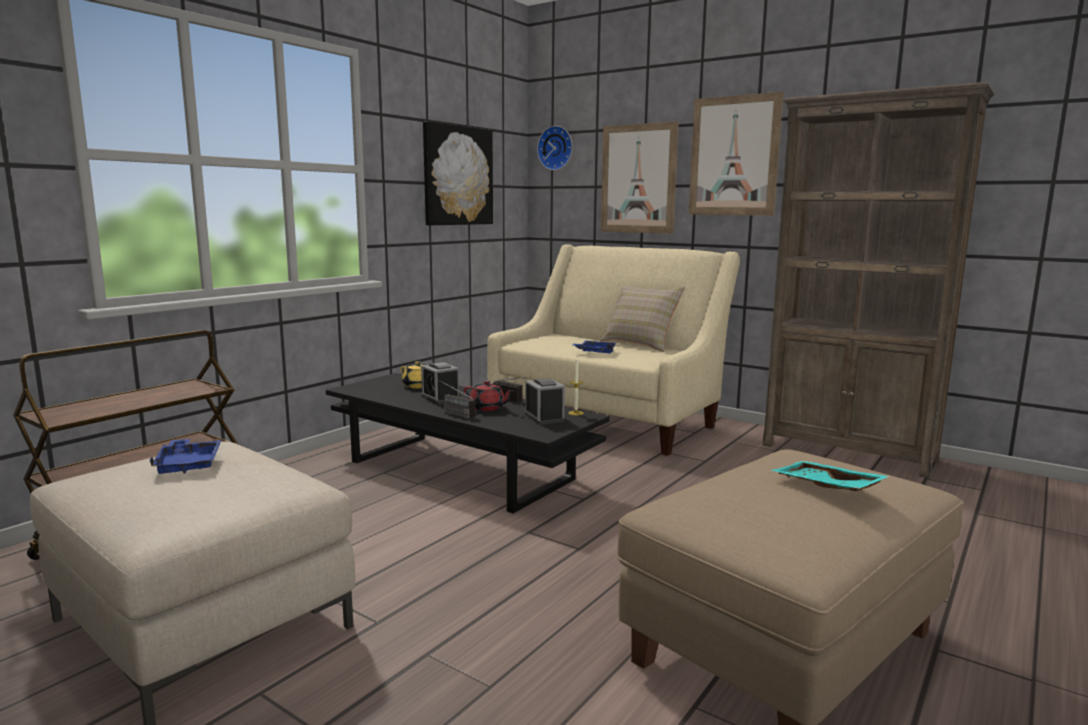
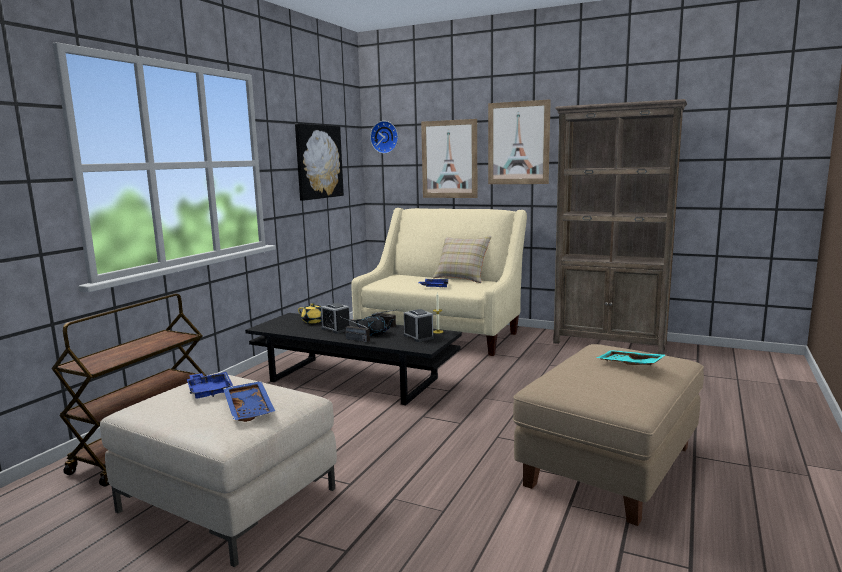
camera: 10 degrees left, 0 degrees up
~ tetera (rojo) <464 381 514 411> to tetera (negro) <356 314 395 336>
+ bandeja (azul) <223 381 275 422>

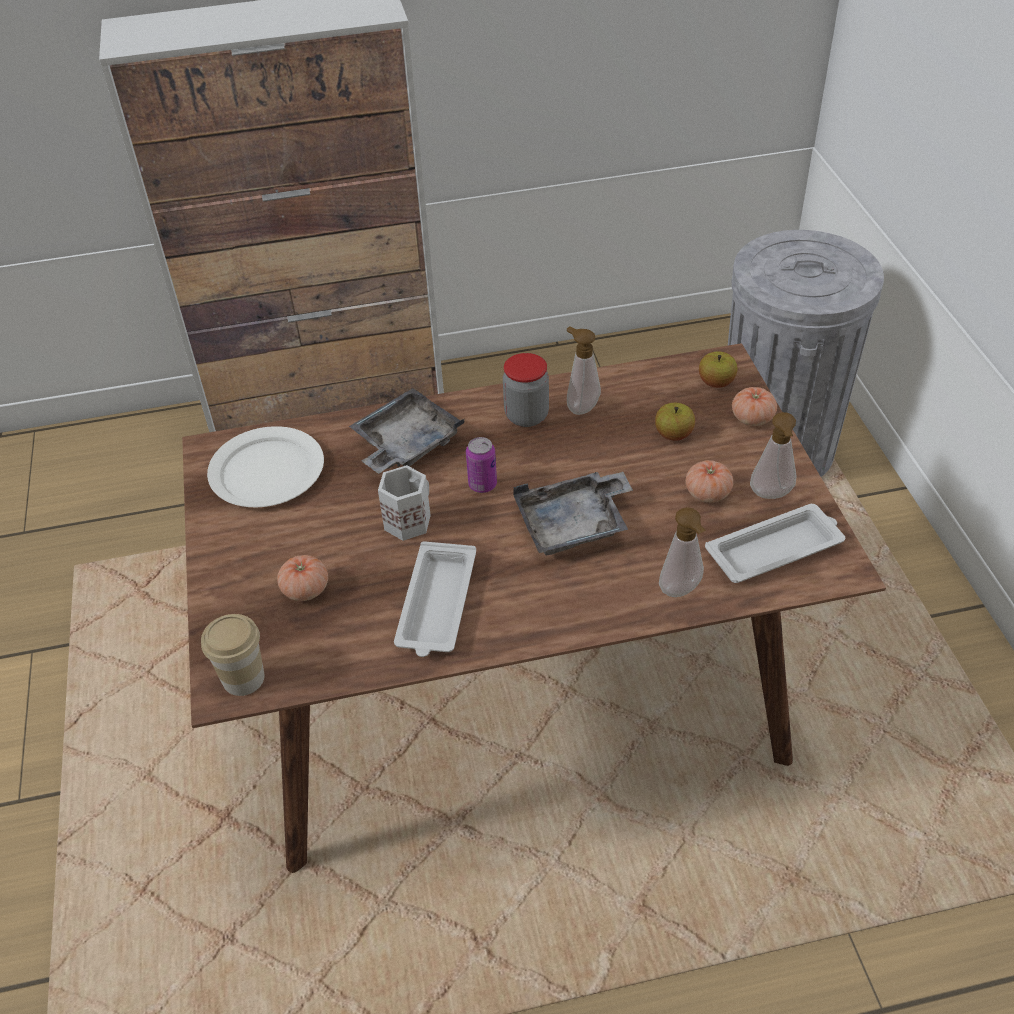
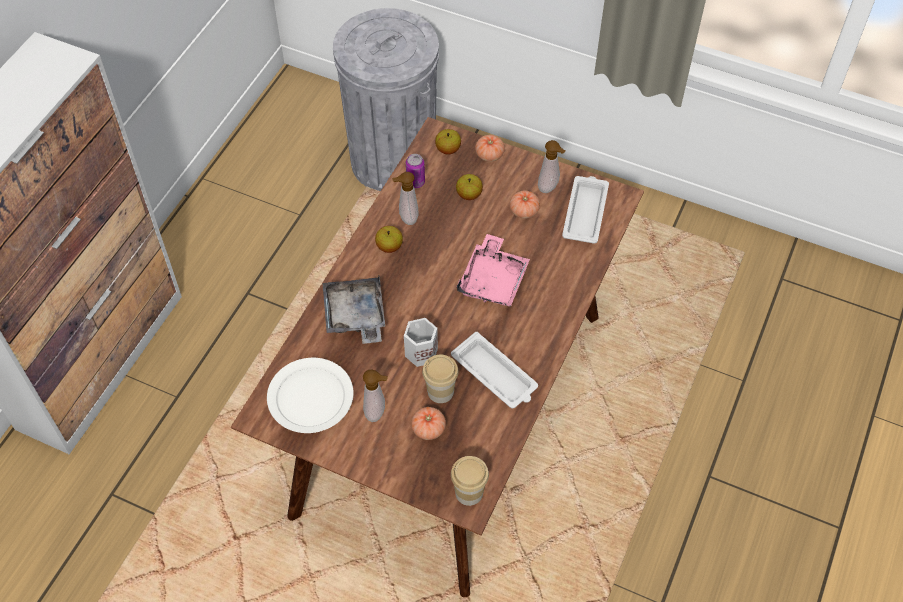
camera: 55 degrees left, 10 degrees up
~ lata <466 437 497 493> to <406 154 425 188>
~ tarro <503 353 549 427> to manzana <375 226 403 253>
~ bandeja (gris) <513 472 633 555> to bandeja (rosa) <457 234 530 307>
~ dispensador de jabón <659 507 706 597> to <363 369 388 422>
+ taza <422 355 459 403>

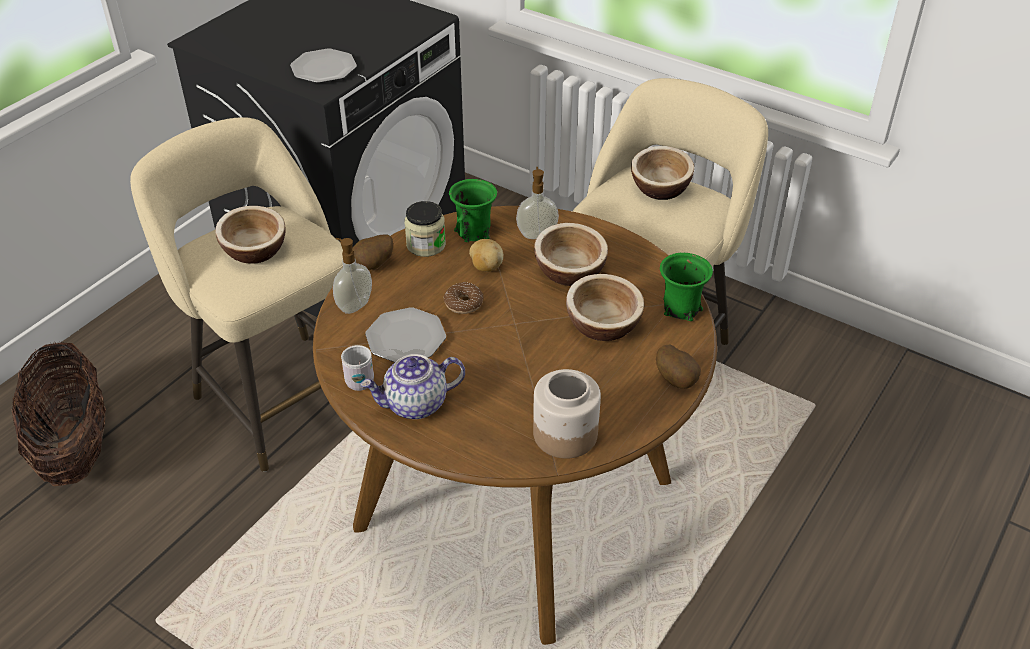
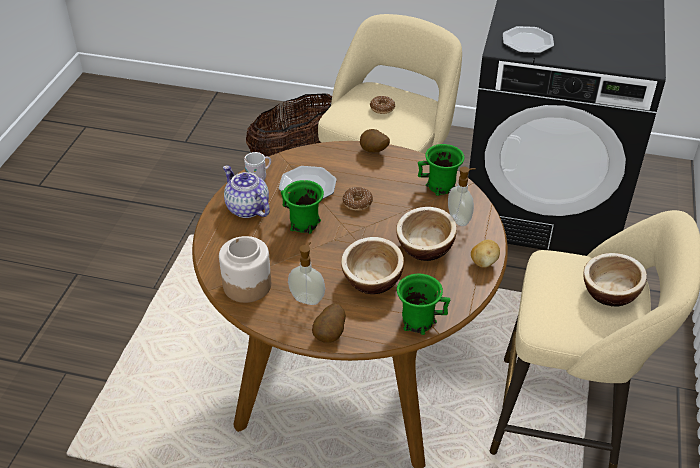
camera: 70 degrees right, 0 degrees up
~ cuenco <215 206 286 264> to rosquilla <370 96 395 114>
~ dispensador de jabón <333 238 372 314> to <288 242 325 305>
- tarro <404 201 446 257>
~ patata <469 239 503 272> to <471 240 500 268>
+ taza grande (verde) <281 180 324 234>

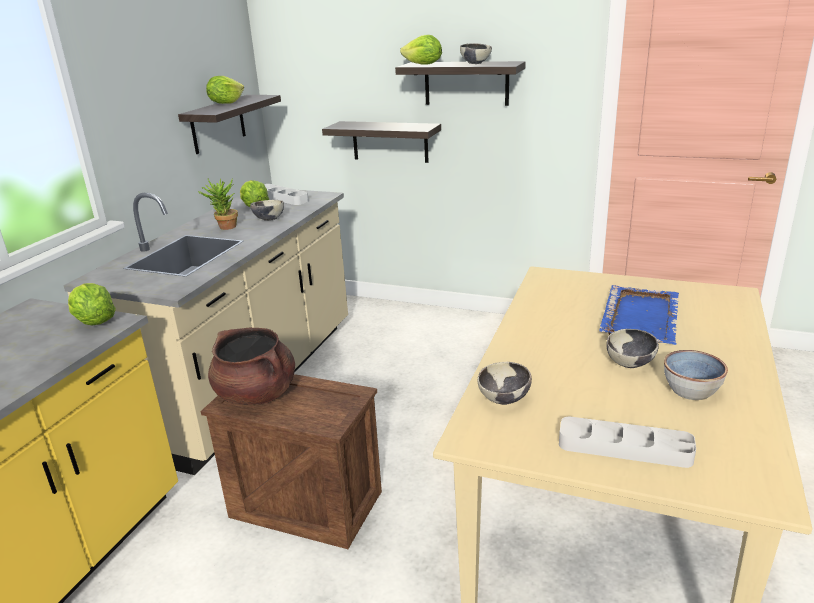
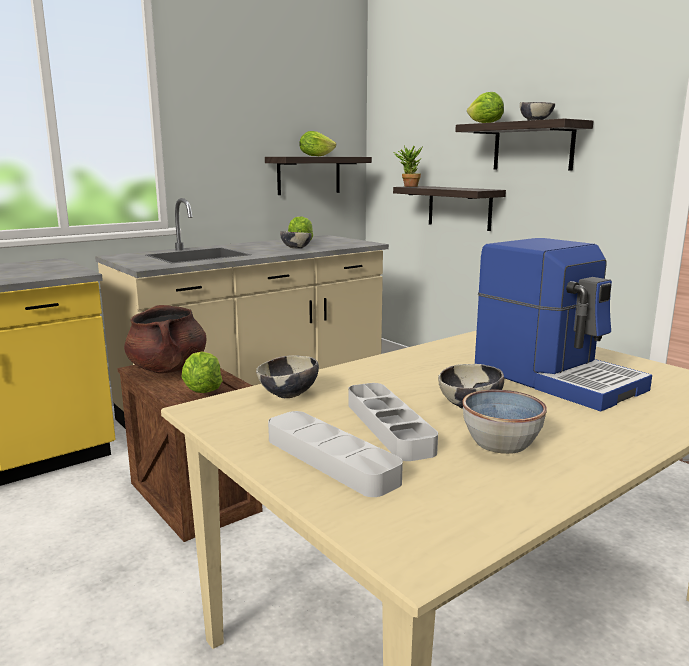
camera: 30 degrees right, 10 degrees down
~ lechuga <68 283 116 326> to <182 351 222 393>
~ planta en maceta <198 178 238 230> to <393 145 423 187>
~ bandeja (gris) <264 184 309 205> to <348 383 438 461>
~ bandeja (azul) <599 285 679 345> to cafetera <475 238 652 411>

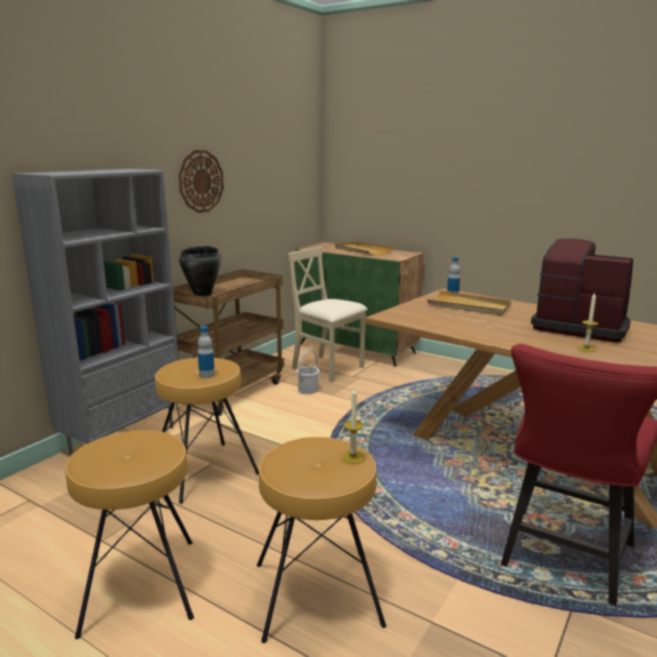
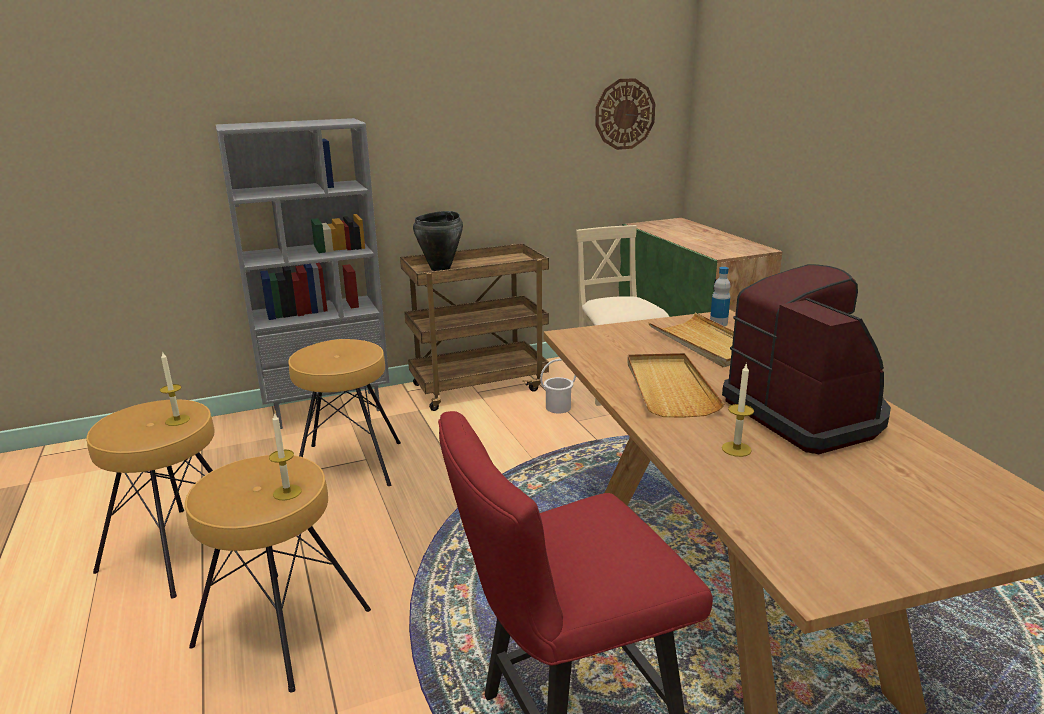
camera: 35 degrees right, 5 degrees up
~ reloj de pared <179 150 224 213> to <595 78 655 150>
- botella <198 326 215 378>
~ bandeja (beis) <335 242 393 256> to <627 353 724 418>
+ vela <160 351 190 426>

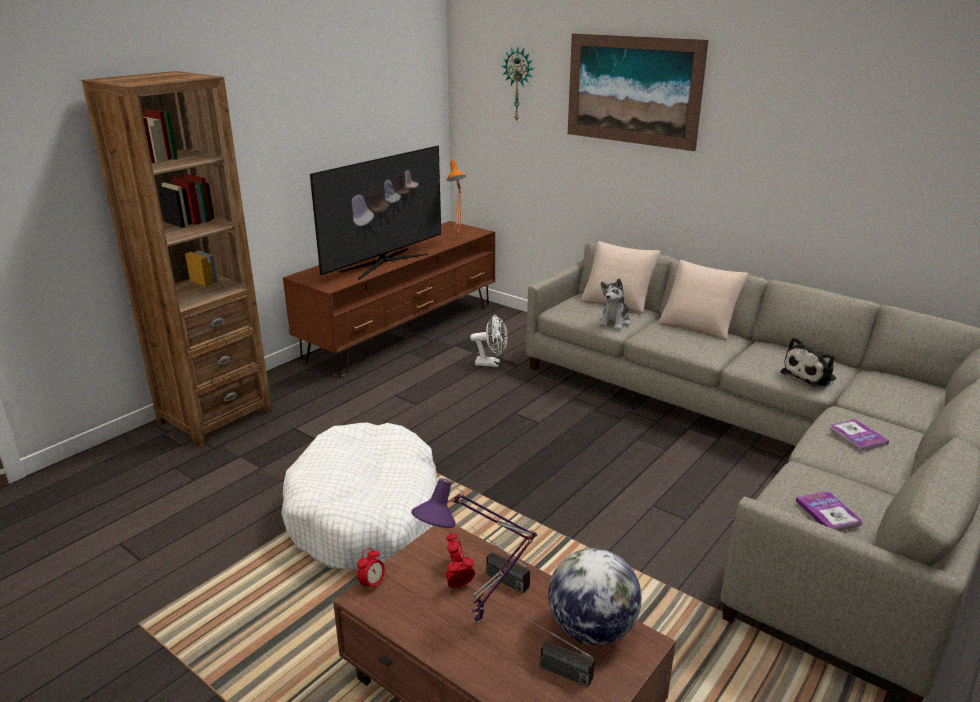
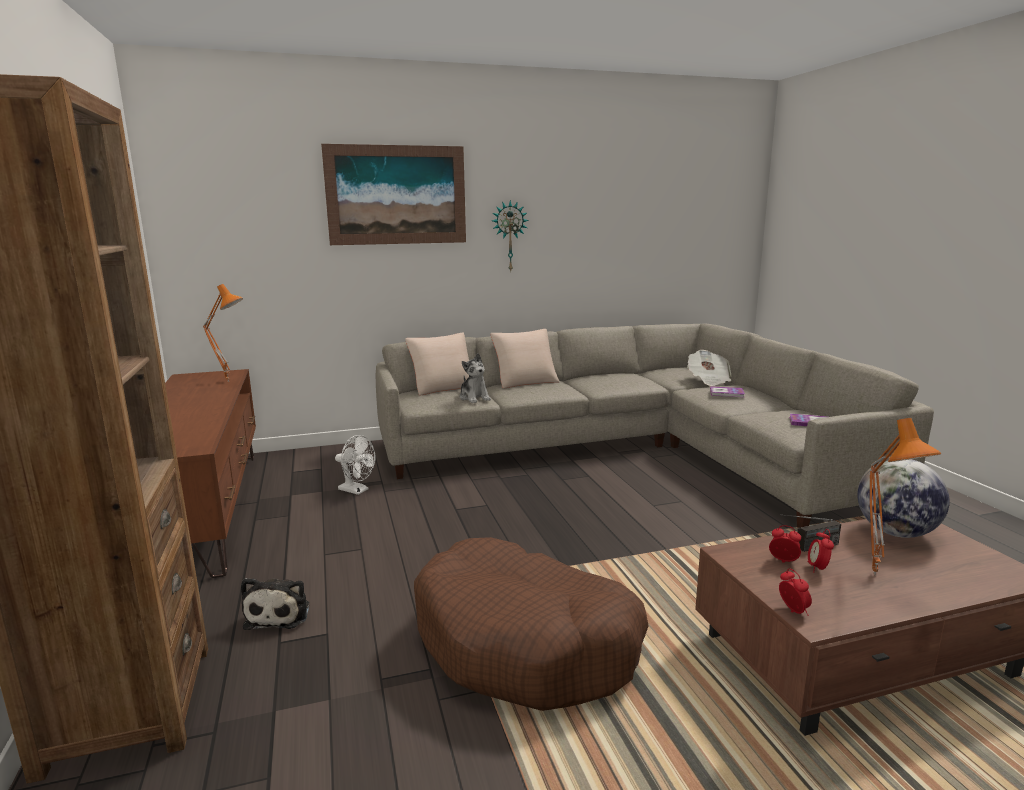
camera: 55 degrees left, 10 degrees down
~ cama para perro (blanco) <281 422 437 570> to cama para perro (marrón) <414 537 648 711>
- televisor <310 146 441 279>
~ lámpara de mesa (morado) <411 478 538 624> to lámpara de mesa (naranja) <870 418 941 576>
~ ventilador (blanco) <470 315 508 367> = <335 435 376 495> 75 degrees clockwise
~ reloj de pared <501 47 533 122> to <492 200 529 271>
- radio <520 614 595 687>
~ peluche <781 337 836 387> to <241 578 309 630>
+ periódico <687 350 731 386>

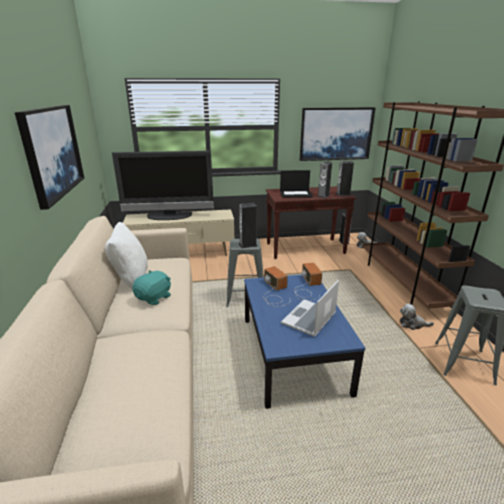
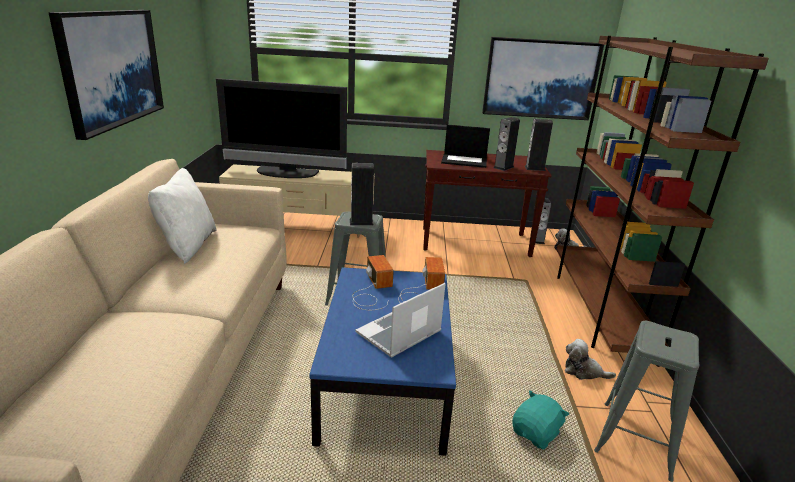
camera: 10 degrees right, 0 degrees up
~ peluche (turquesa) <132 270 171 305> to <512 391 569 450>

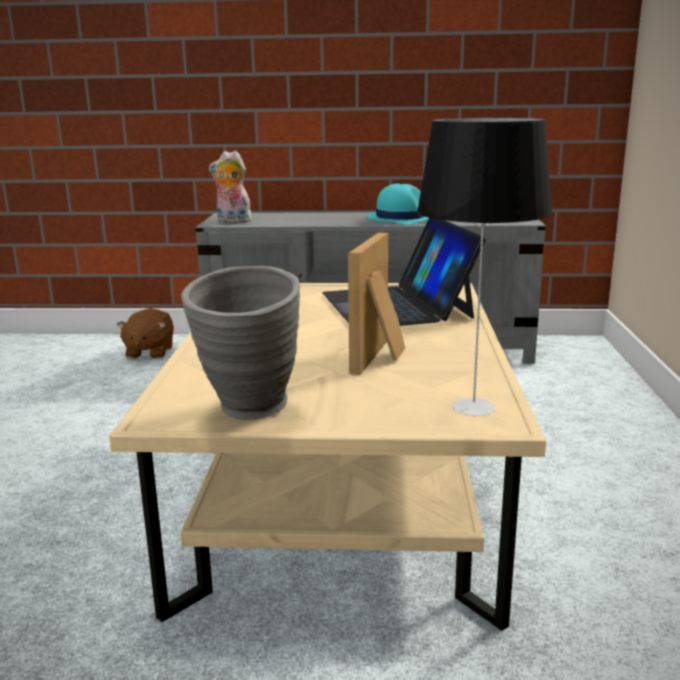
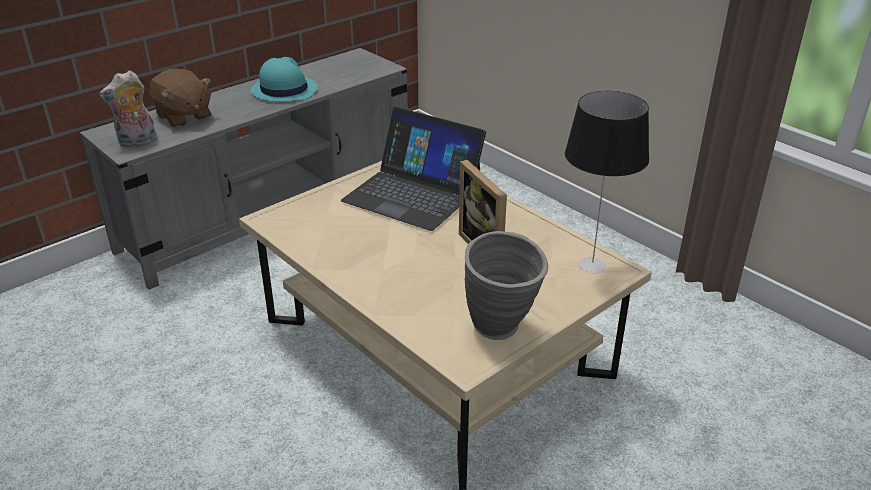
camera: 45 degrees left, 15 degrees up
~ peluche (marrón) <117 308 174 359> to <149 68 211 128>

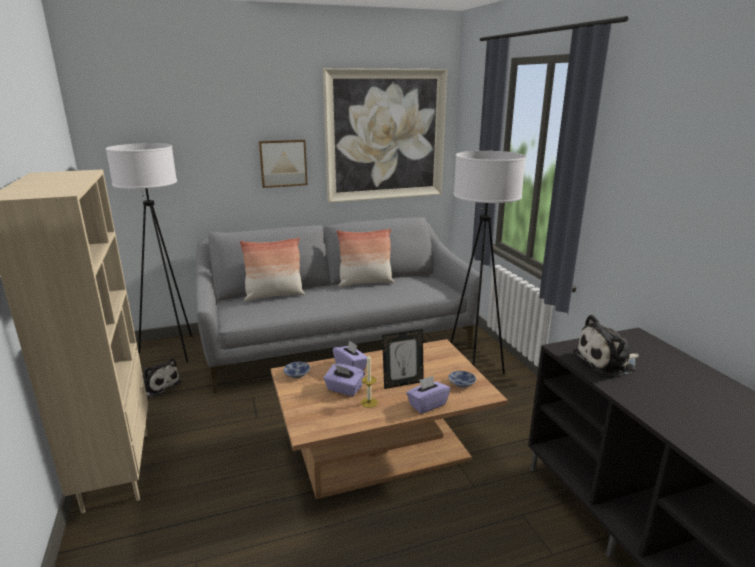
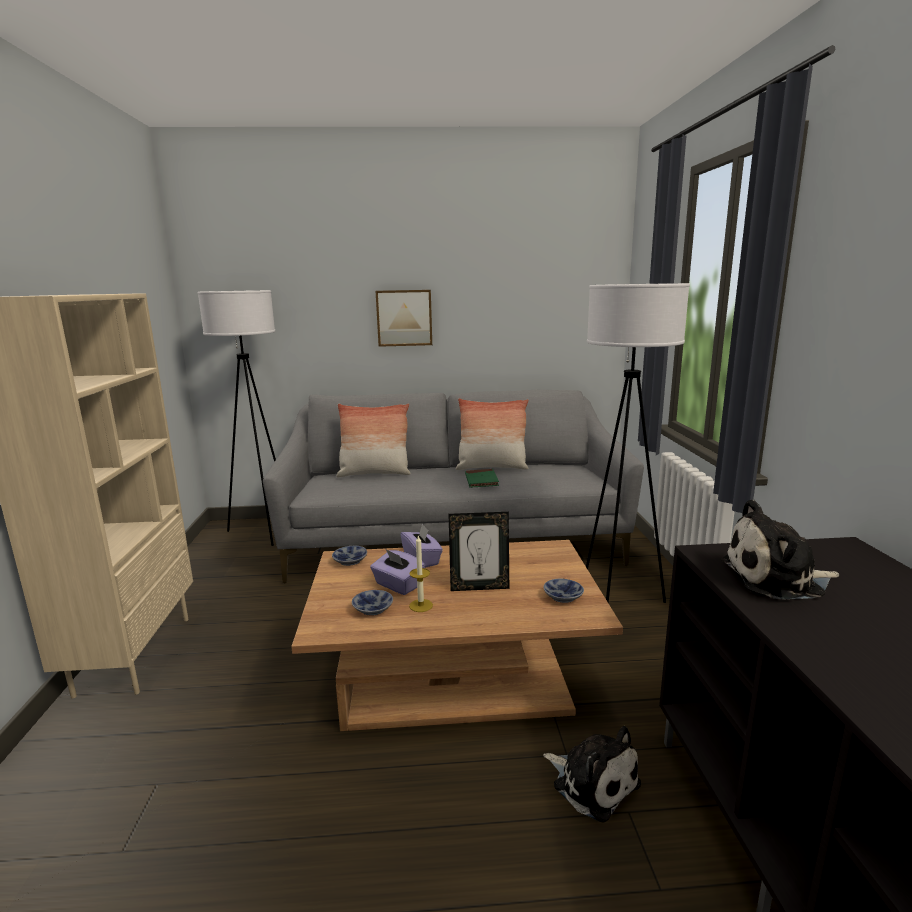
camera: 15 degrees right, 5 degrees down
~ peluche <143 358 181 397> to <543 726 641 823>
- cuadro <323 68 447 203>
- caja de pañuelos (morado) <406 376 450 414>
+ cuenco <352 590 393 616>
+ libro (verde) <465 469 499 488>

